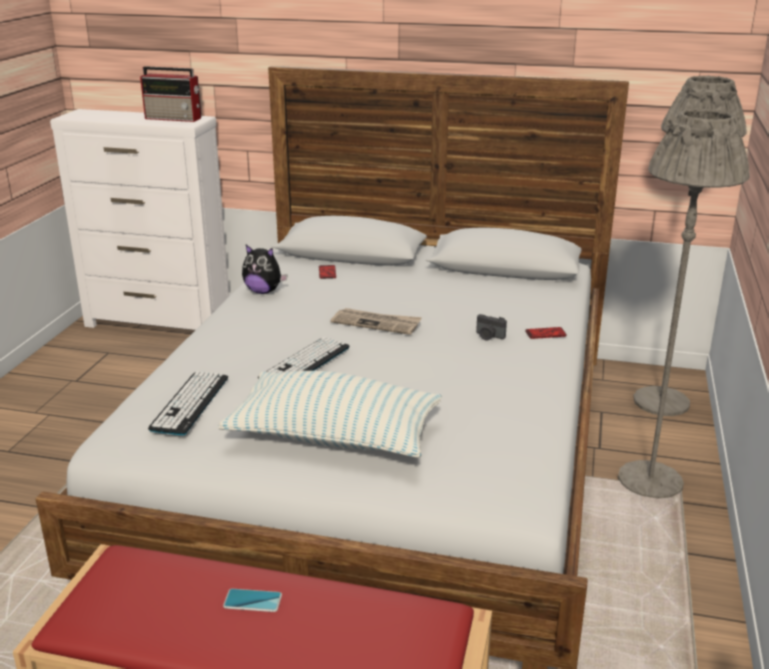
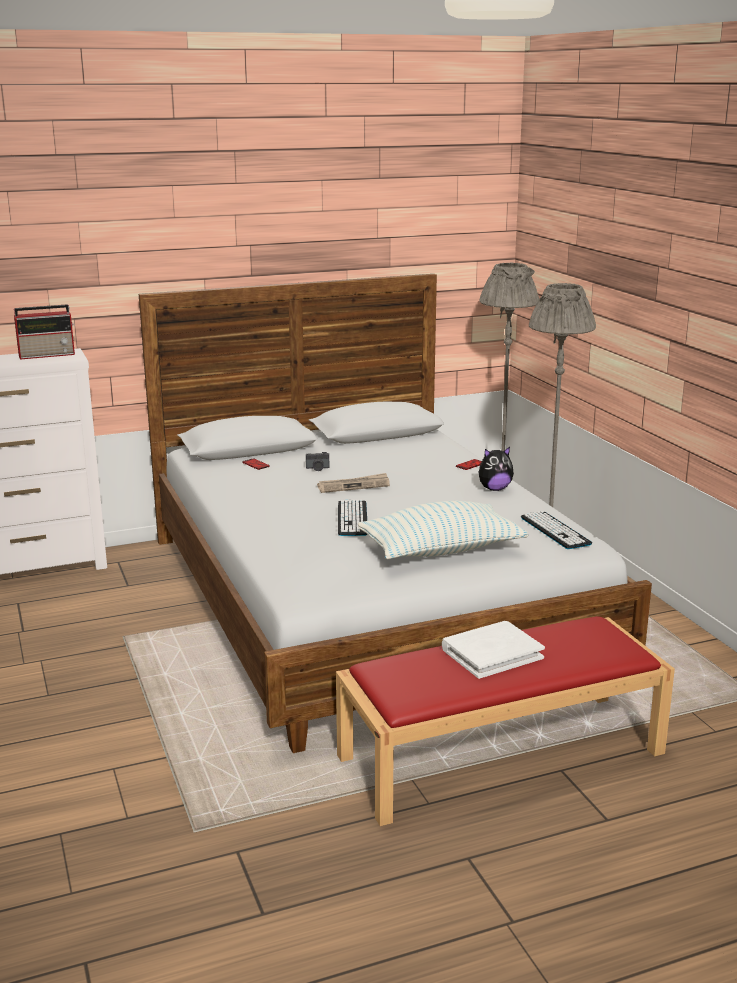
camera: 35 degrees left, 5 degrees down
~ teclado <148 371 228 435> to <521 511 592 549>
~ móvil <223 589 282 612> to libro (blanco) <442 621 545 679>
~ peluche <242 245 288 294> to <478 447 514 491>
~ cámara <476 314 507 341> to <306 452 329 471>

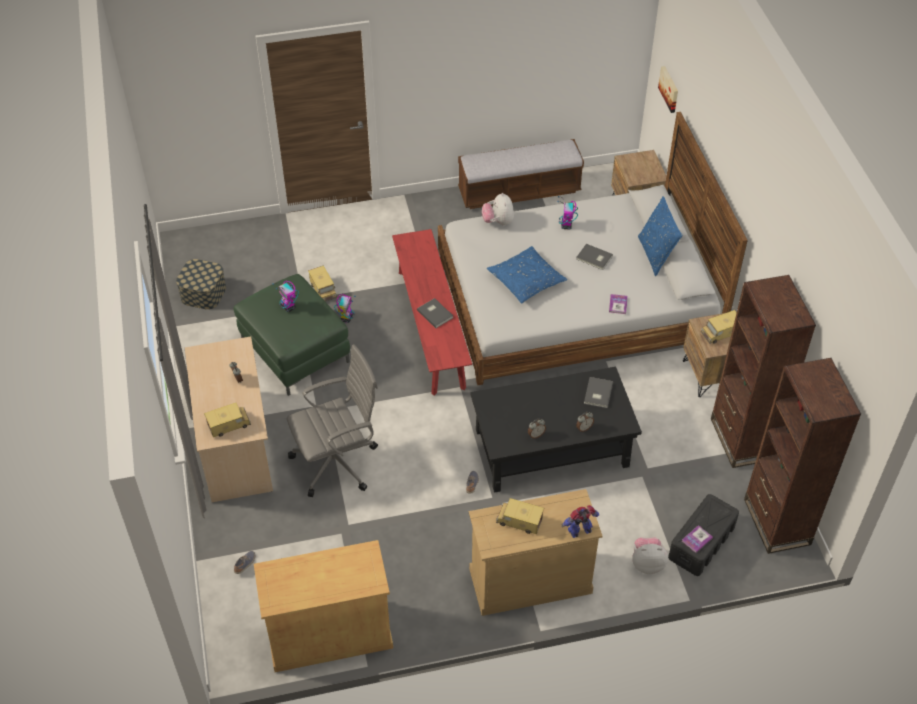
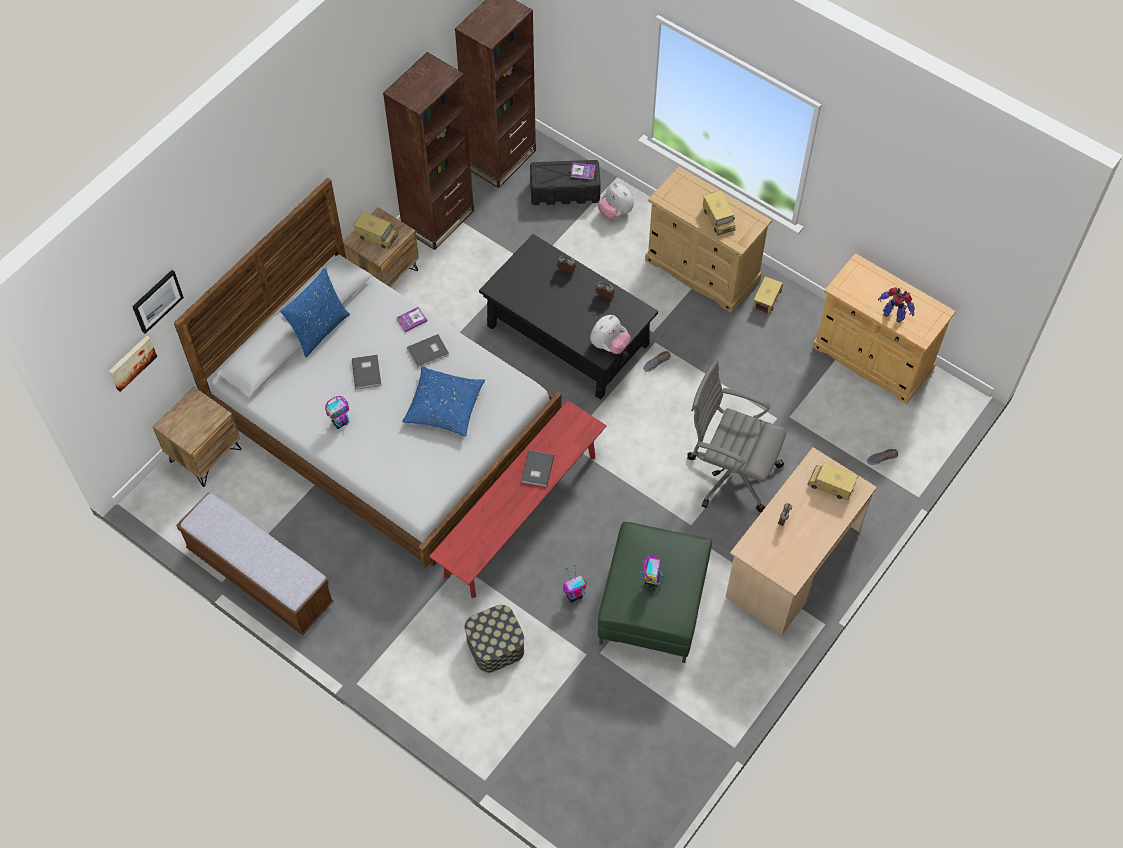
camera: 130 degrees left, 10 degrees up
~ caja de almacenaje <176 259 226 310> to <465 605 524 673>
~ camión de juguete <308 266 337 302> to <753 276 783 315>
~ peluche <482 193 514 226> to <590 315 631 354>
~ robot de juguete <561 505 599 538> to <878 287 915 322>
~ libro (gris) <584 377 613 408> to <407 334 449 368>
+ cuadro <132 270 184 334>

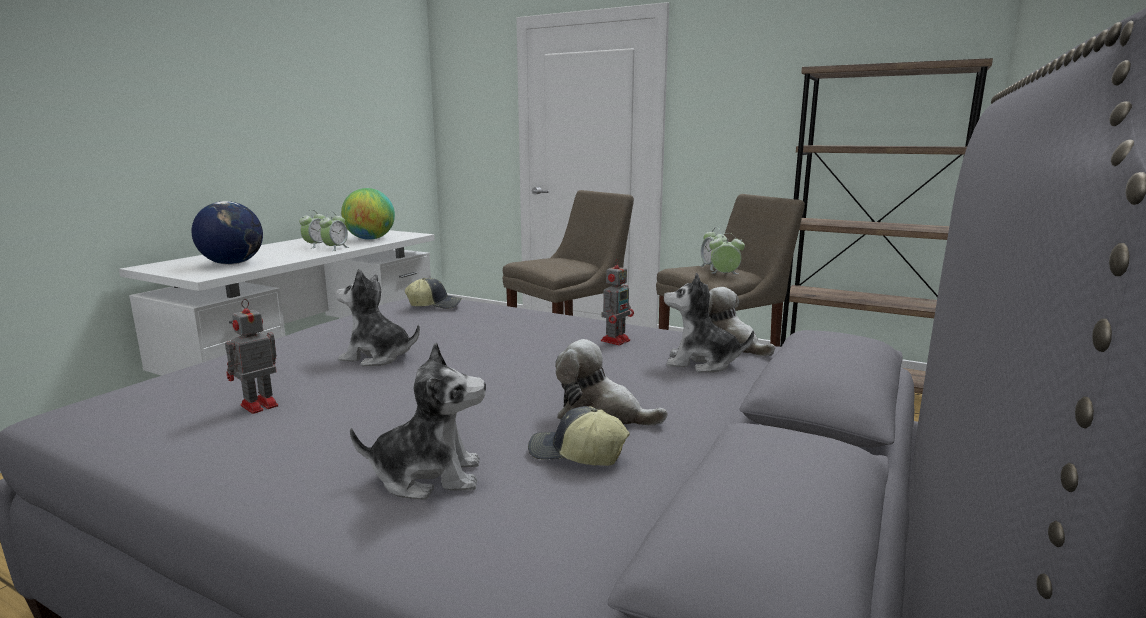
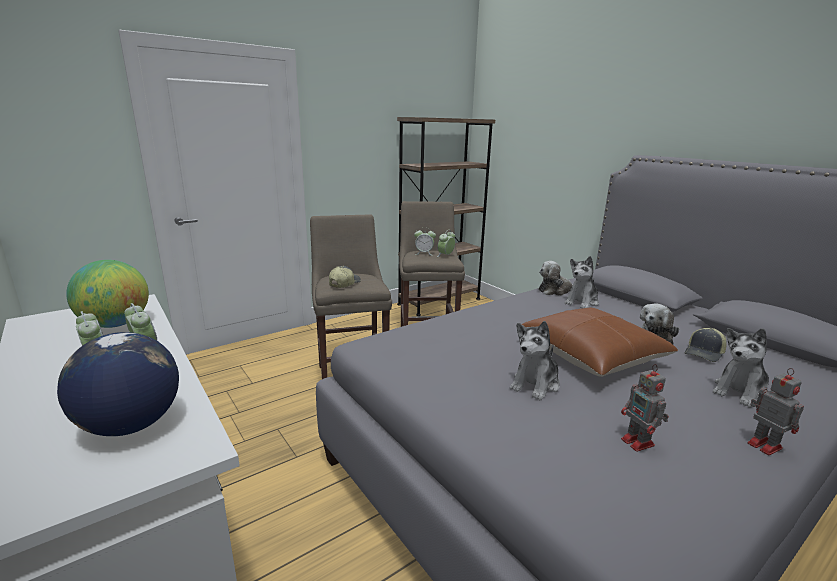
camera: 65 degrees left, 5 degrees up
~ peluche <350 342 486 500> = <713 328 769 408> 150 degrees counterclockwise
~ gorra <405 278 462 309> to <329 266 361 288>
~ robot de juguete <601 258 634 345> to <747 368 804 456>
+ cojín (marrón) <522 307 678 377>

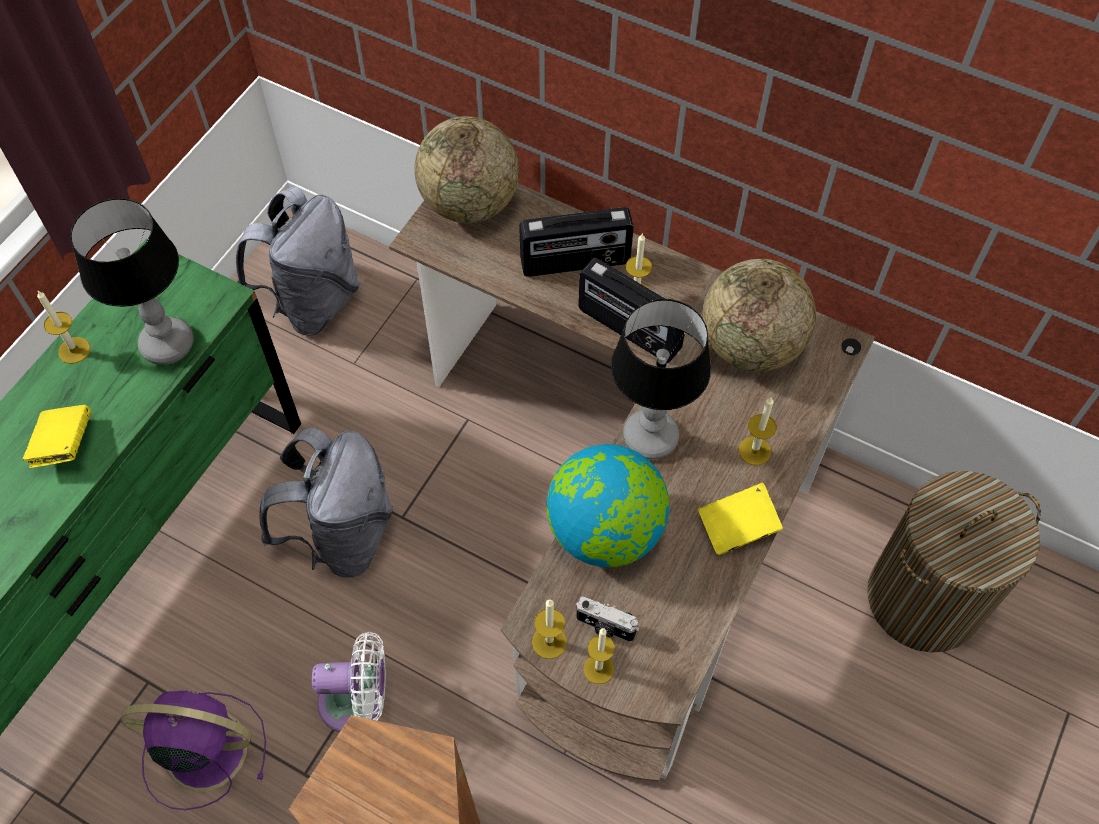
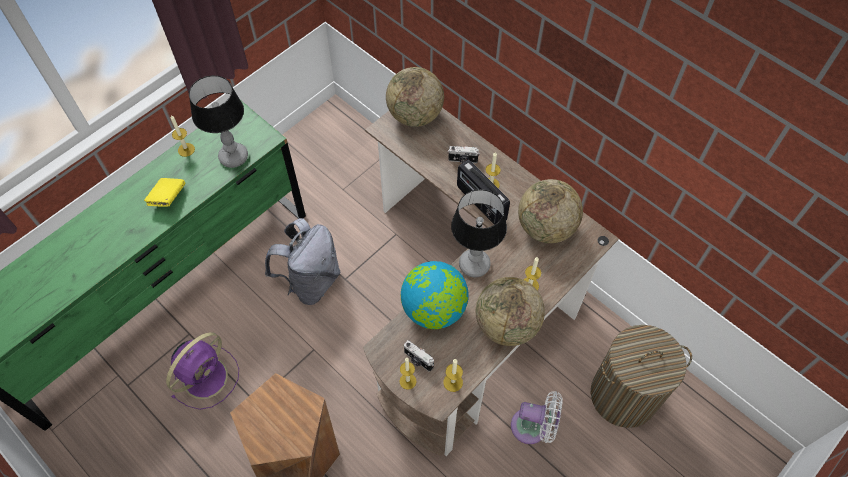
camera: 15 degrees right, 0 degrees up
~ ventilador (morado) <120 690 266 810> = <166 332 239 410> 105 degrees clockwise
- mochila (gris) <236 186 360 336>
~ ventilador (blanco) <312 632 386 732> to <511 391 562 444>
~ radio <519 207 634 277> to cámara <448 146 480 163>
~ vela <532 599 567 659> to <443 359 463 392>
~ libro (amarillo) <698 482 783 555> to globo terráqueo <476 277 545 346>

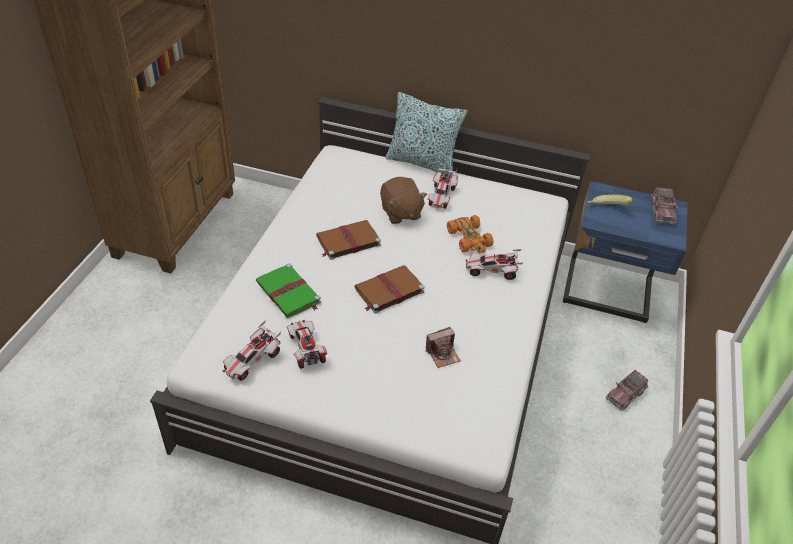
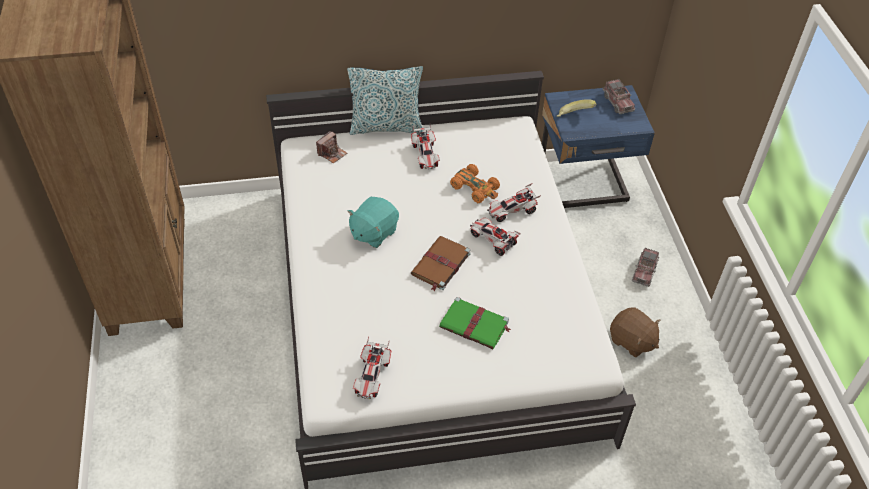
camera: 25 degrees left, 5 degrees up
~ libro (verde) <256 263 321 318> to <439 297 511 349>
~ coche de juguete <287 320 327 369> to <470 218 521 256>
~ libro (marrón) <316 220 381 260> to peluche (turquesa) <348 197 399 248>
~ peluche (marrón) <380 177 427 224> to <610 307 660 357>
~ cámara <426 327 461 368> to <316 131 347 164>

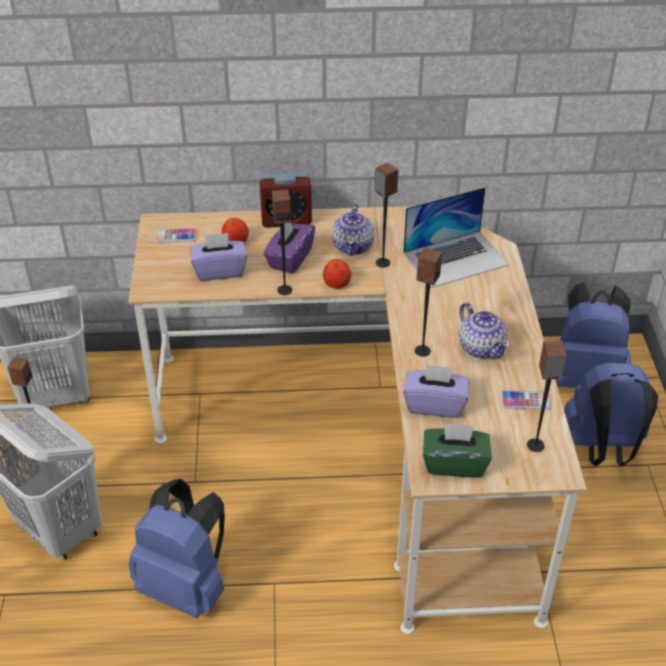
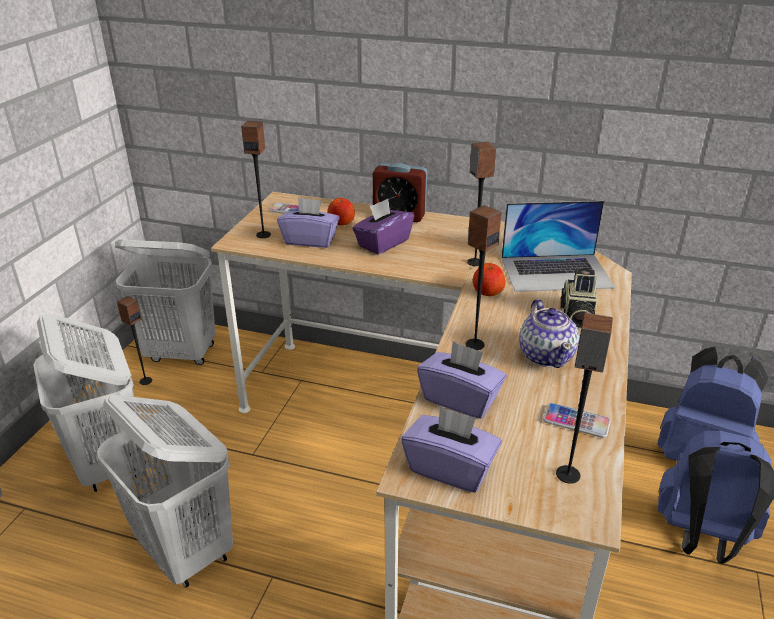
camera: 20 degrees right, 10 degrees down
~ mochila (azul) <129 479 225 618> to cesto de la ropa (blanco) <97 395 233 588>
~ altavoz <272 189 292 295> to <241 121 271 238>
~ manzana <323 259 352 289> to <473 263 505 296>
- tetera <332 203 374 256>
~ caja de pañuelos (verde) <423 423 492 478> to caja de pañuelos (morado) <401 405 502 493>
+ cámara <560 268 598 330>

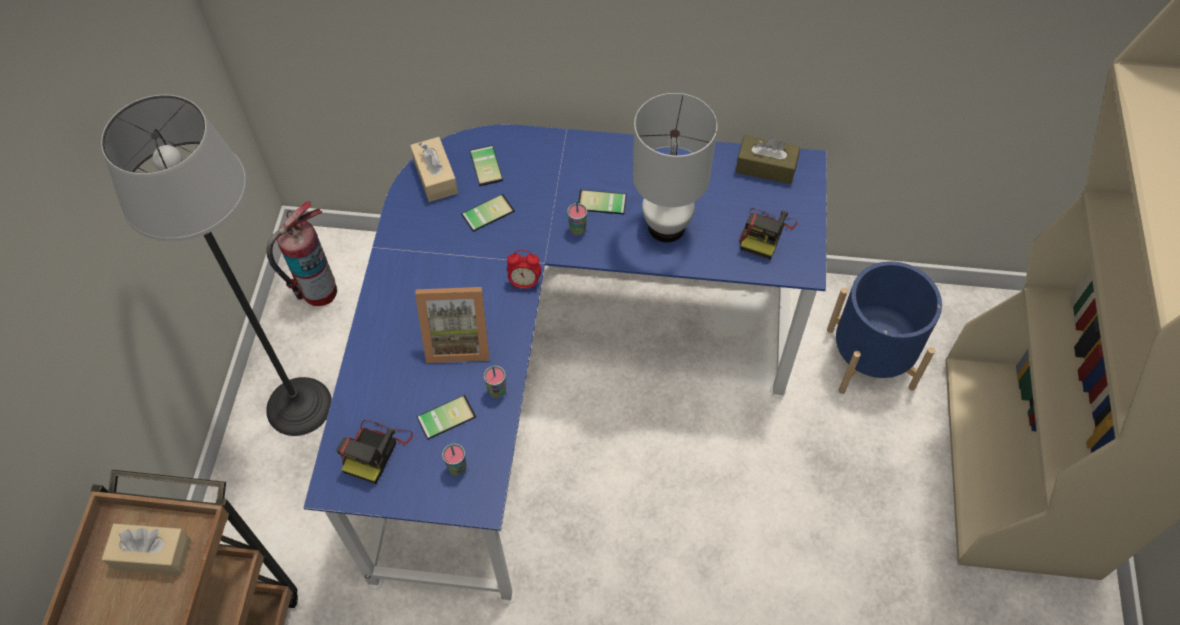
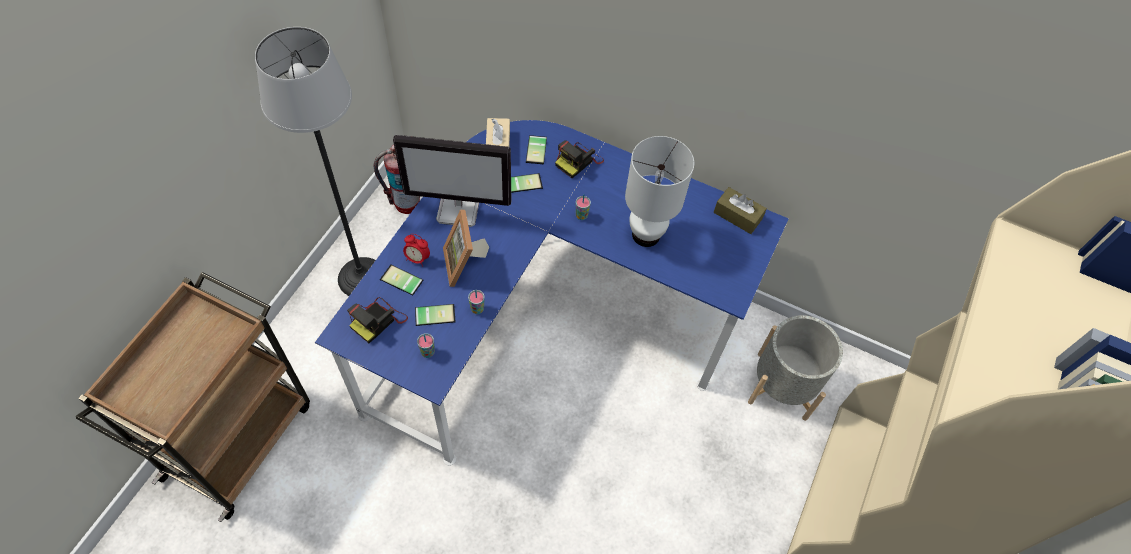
camera: 15 degrees right, 0 degrees up
- caja de pañuelos (beis) <102 524 191 575>
~ portarretratos <415 287 489 363> = <443 210 489 287> 60 degrees clockwise
~ despertador <507 250 542 290> to <403 234 430 267>
~ móvil <578 190 627 214> to <380 265 423 296>
~ cámara <739 208 797 260> to <555 140 604 178>
~ maceta (azul) <827 261 942 394> to maceta (gris) <748 315 843 421>
+ monitor <393 135 511 227>

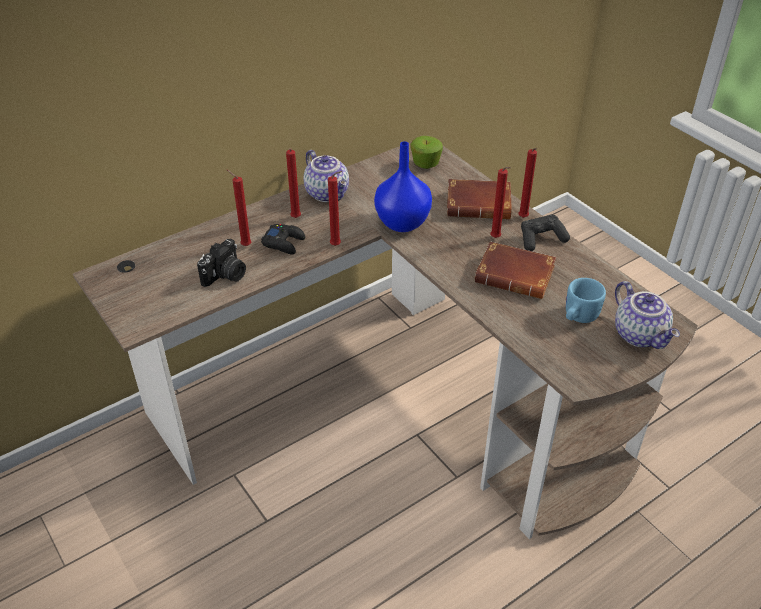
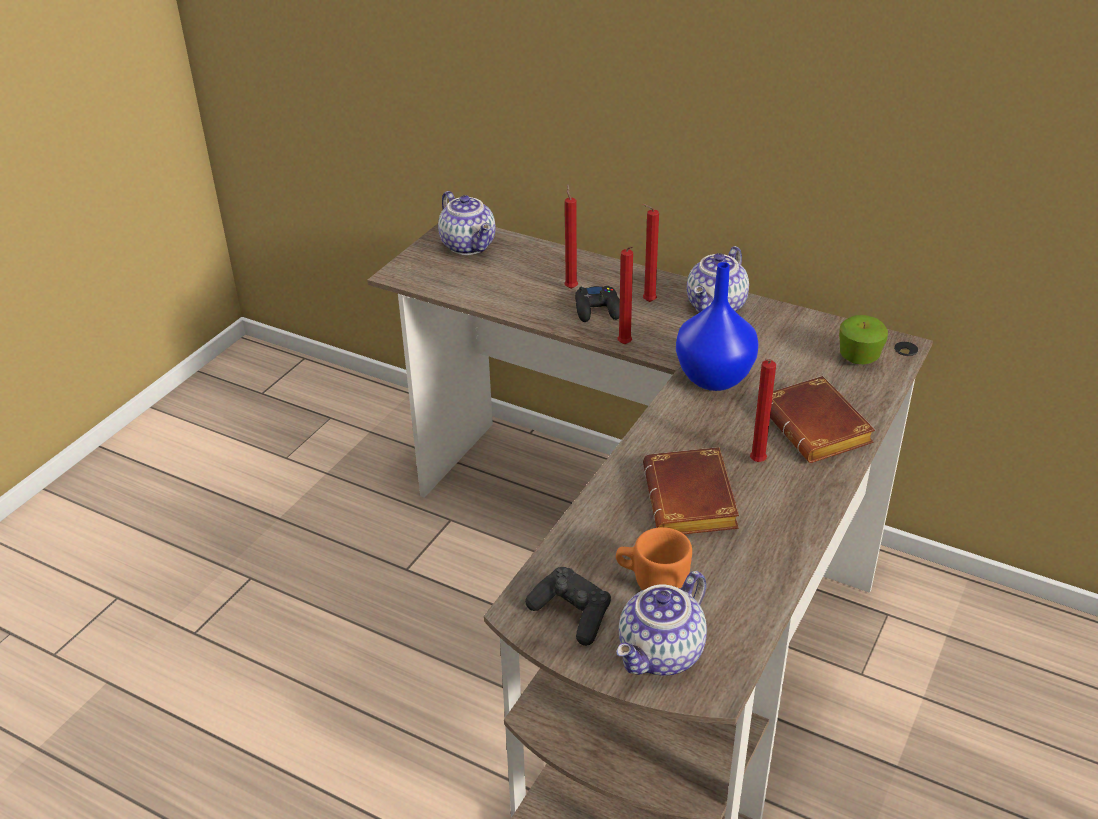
camera: 65 degrees right, 5 degrees down
- cámara <197 239 246 287>
- vela (rojo) <518 148 537 218>
~ mando de consola (negro) <521 215 570 251> to <525 567 611 646>
~ taza grande (azul) <566 278 606 323> to taza grande (naranja) <616 527 692 590>
+ tetera <438 191 496 255>

